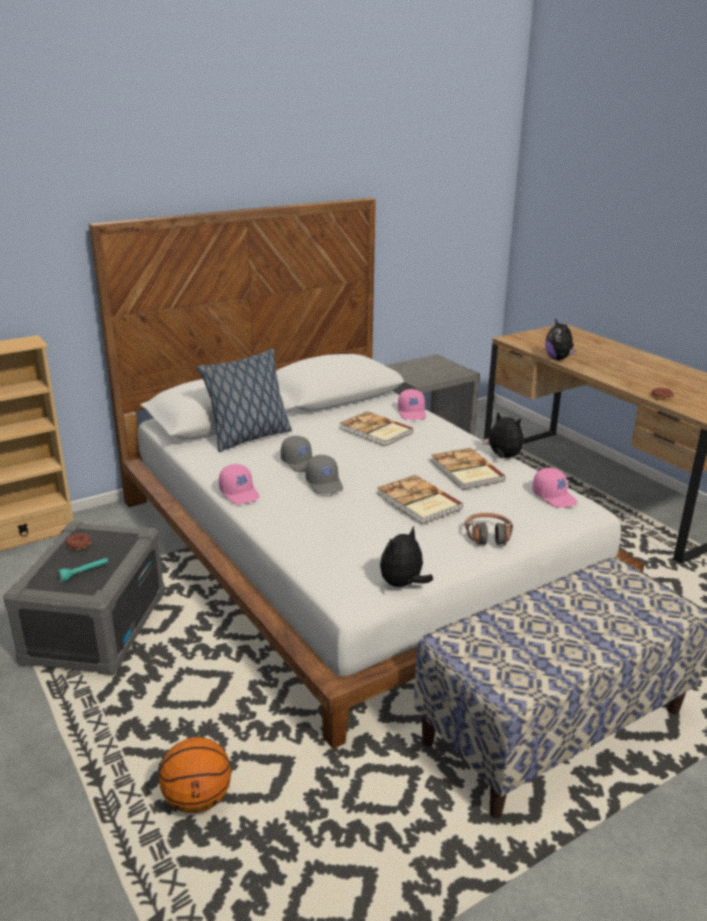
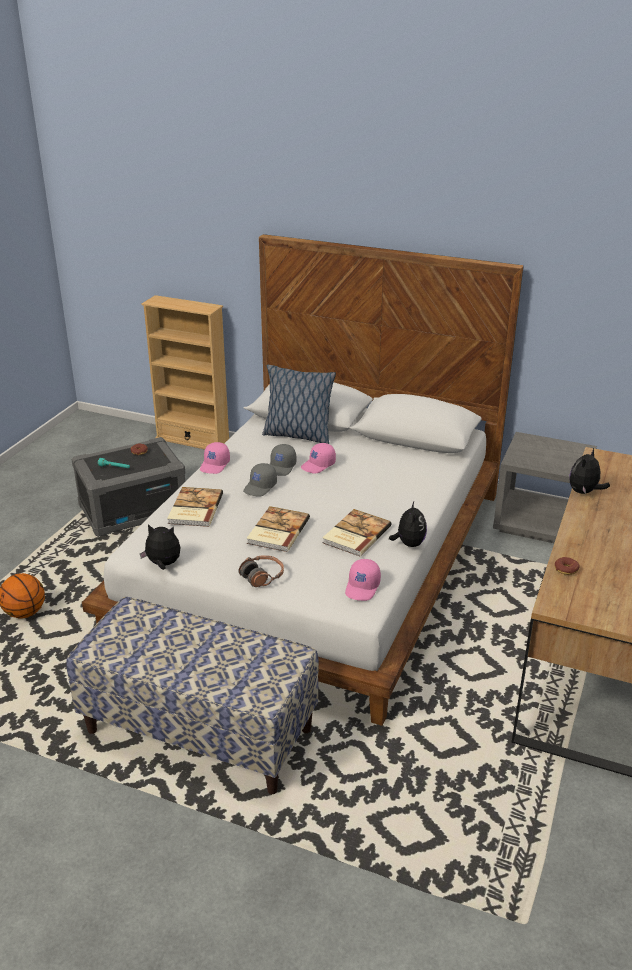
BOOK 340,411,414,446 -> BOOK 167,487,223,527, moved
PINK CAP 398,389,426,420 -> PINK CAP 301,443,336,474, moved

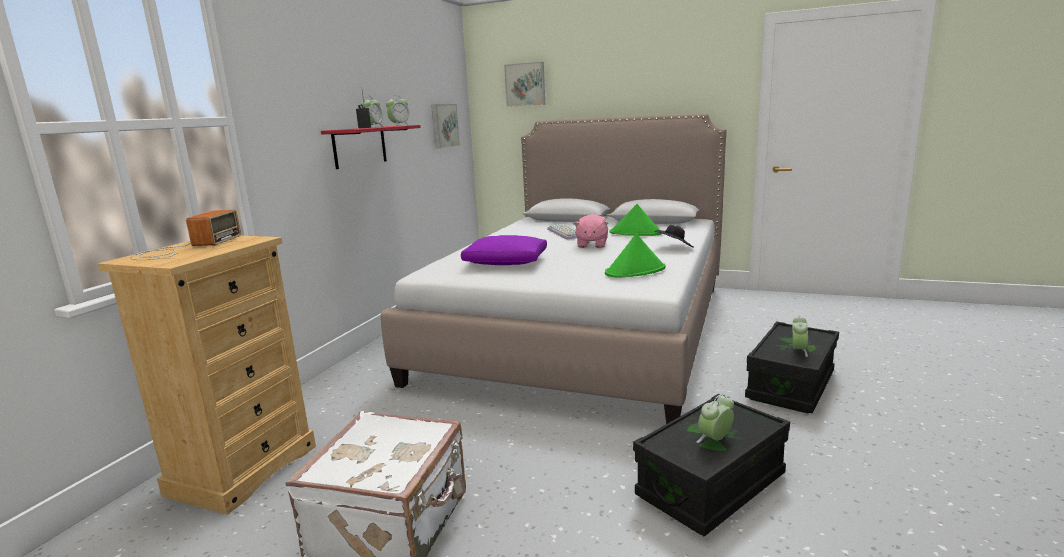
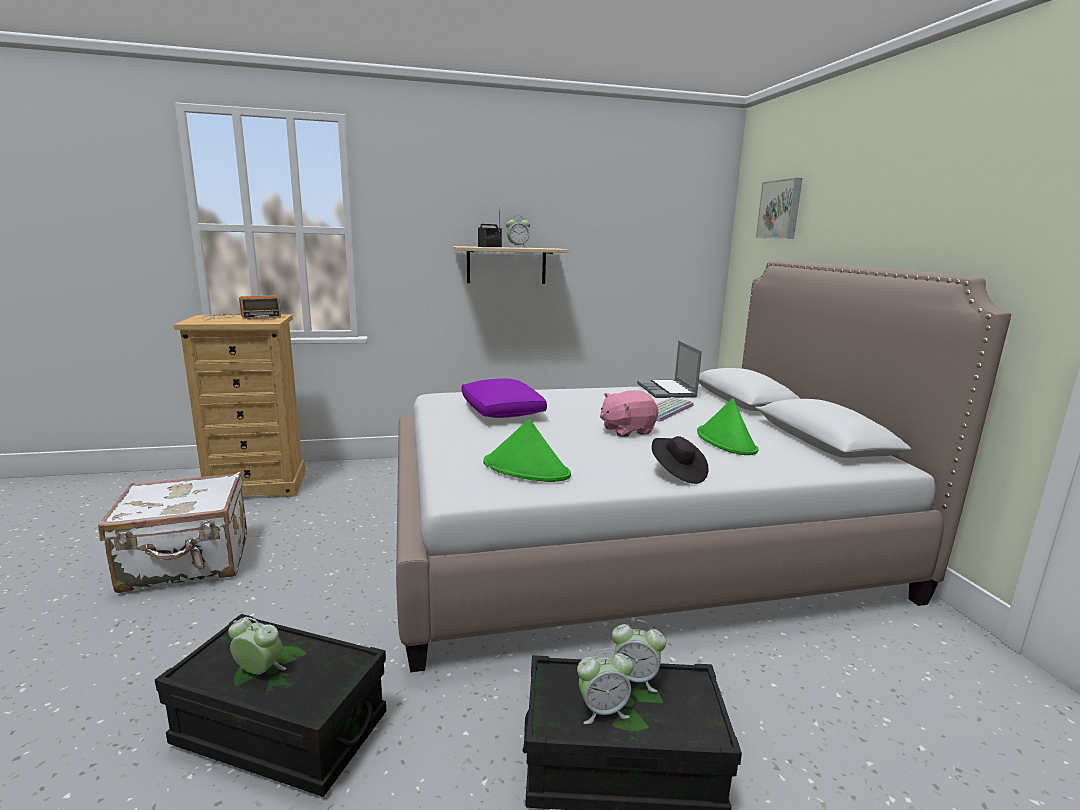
RED SHELF 321,125,421,169 -> BEIGE SHELF 453,246,569,284
ALARM CLOCK 386,95,409,126 -> ALARM CLOCK 612,620,666,692, moved
PICTURE 431,104,460,149 -> none
none -> LAPTOP 637,341,702,398

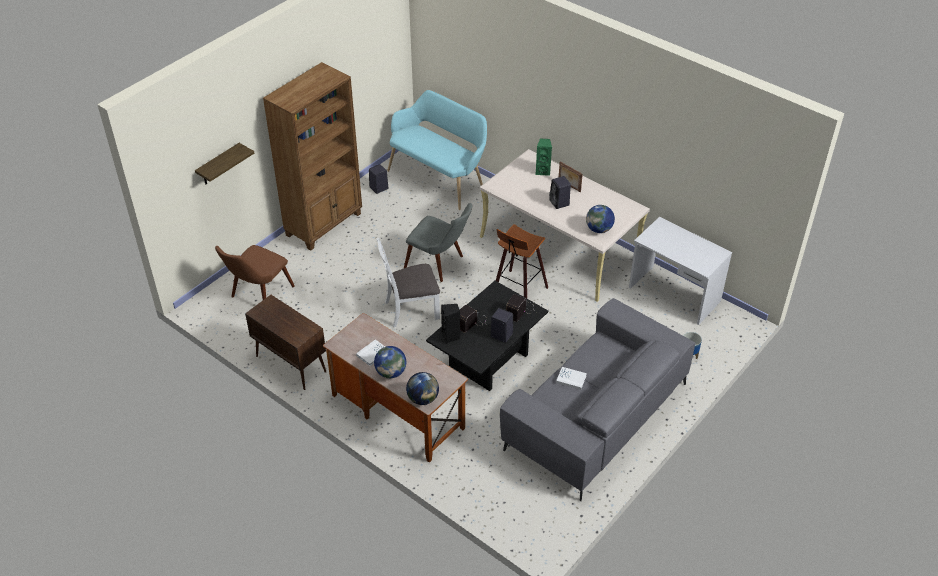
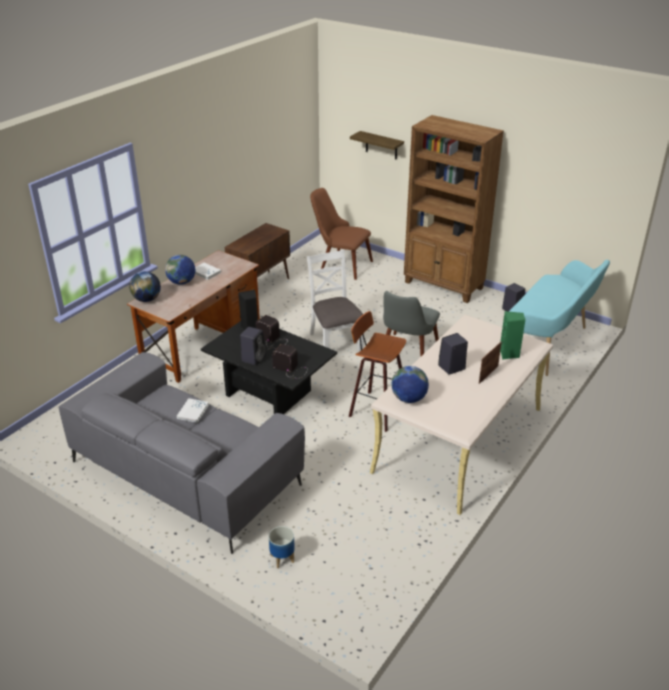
WHITE DESK 629,217,732,325 -> none

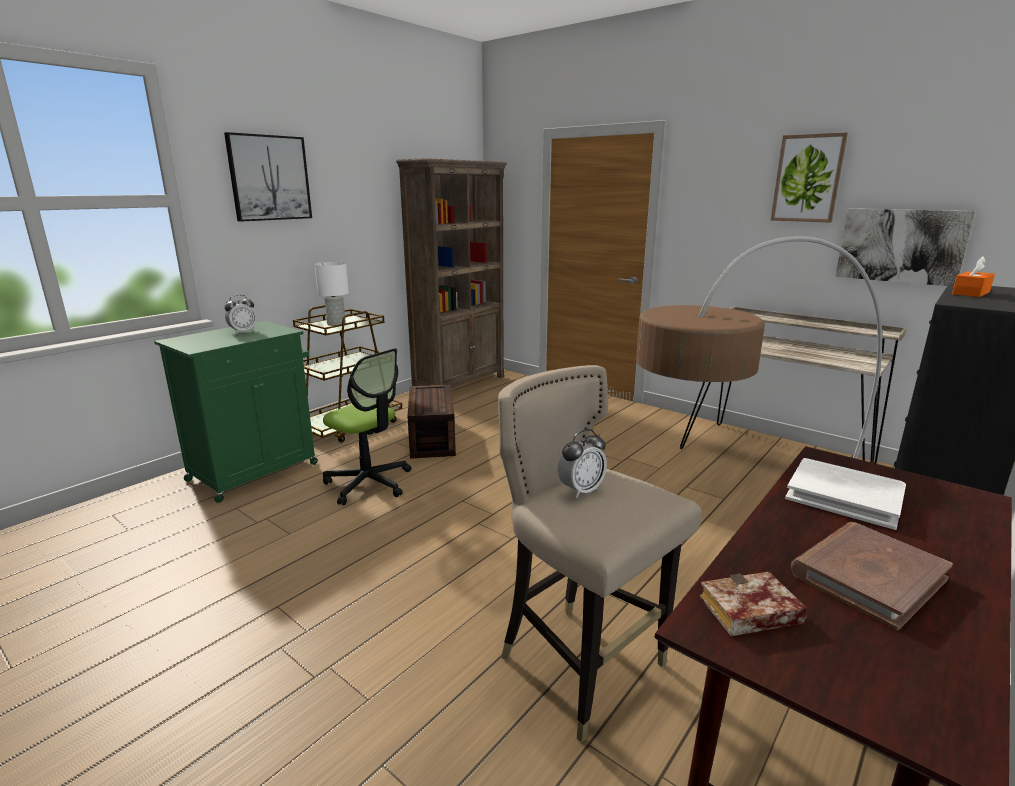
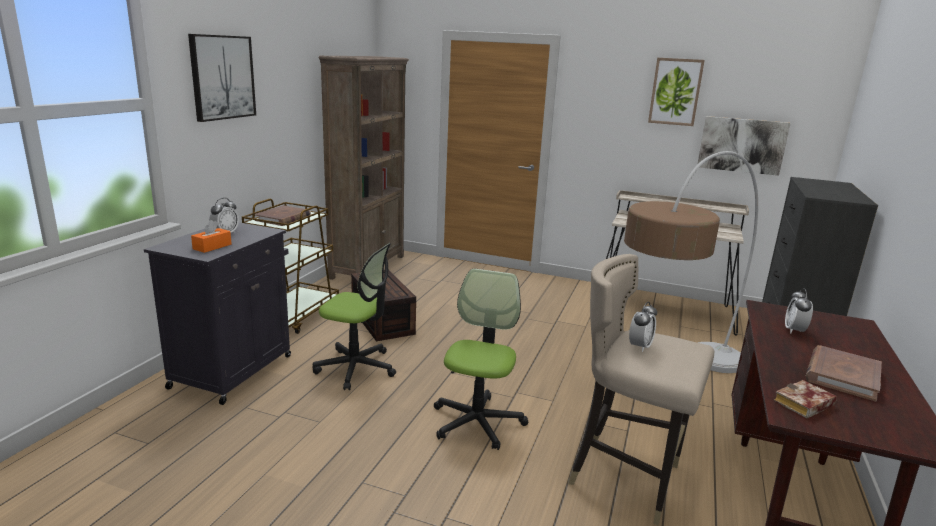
GREEN CABINET 154,321,318,503 -> BLACK CABINET 144,222,291,405
WHITE TABLE LAMP 314,262,349,326 -> BROWN BOOK 255,205,311,226
WHITE BOOK 785,458,906,530 -> ALARM CLOCK 785,288,813,334
ORANGE TISSUE BOX 952,256,995,297 -> ORANGE TISSUE BOX 191,220,232,253, moved
none -> OFFICE CHAIR 434,269,528,450

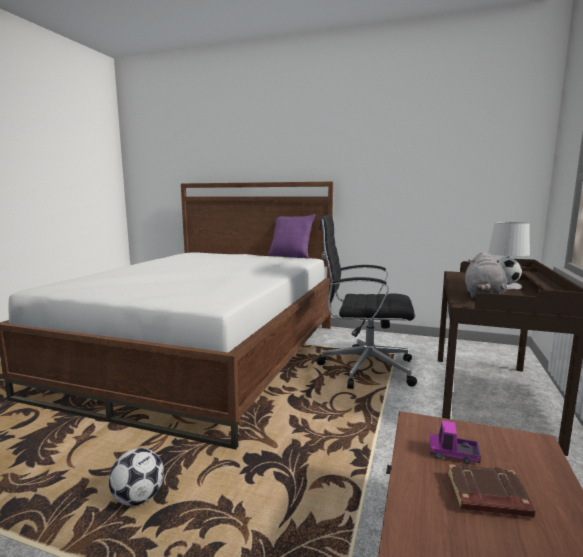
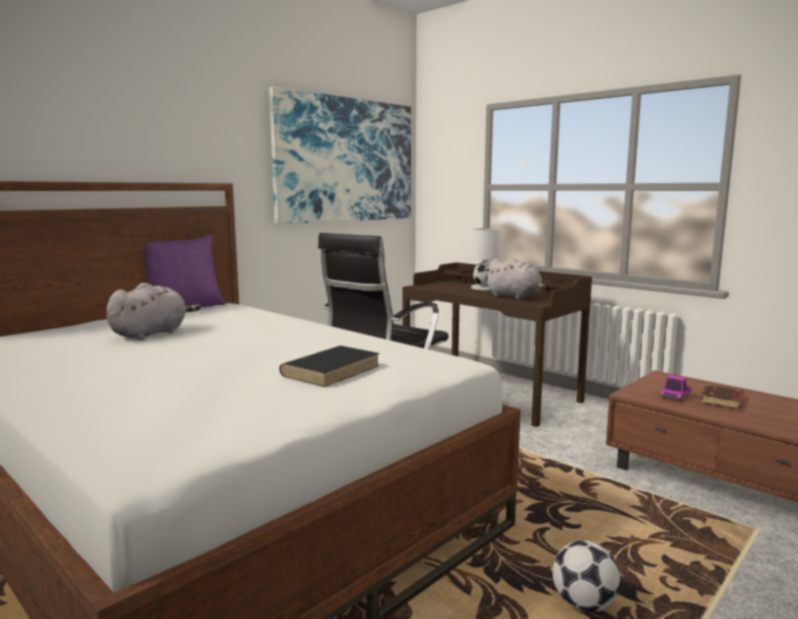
none -> GREY PLUSH TOY 107,283,201,340
none -> PICTURE 269,87,411,224
none -> BLACK BOOK 279,346,380,387

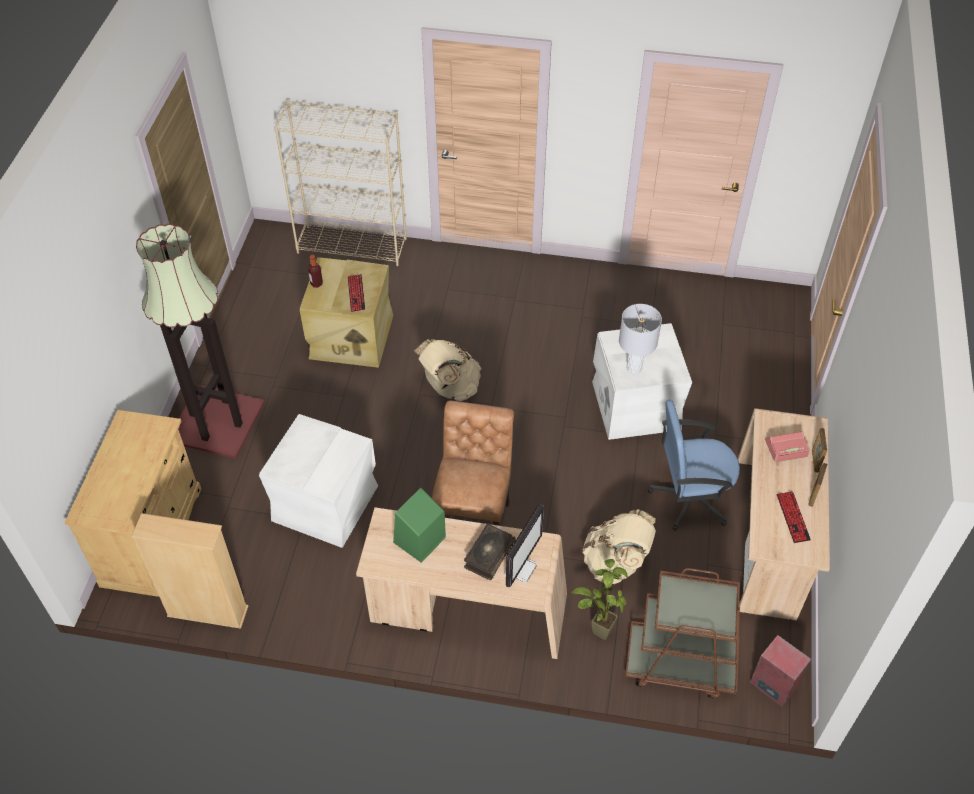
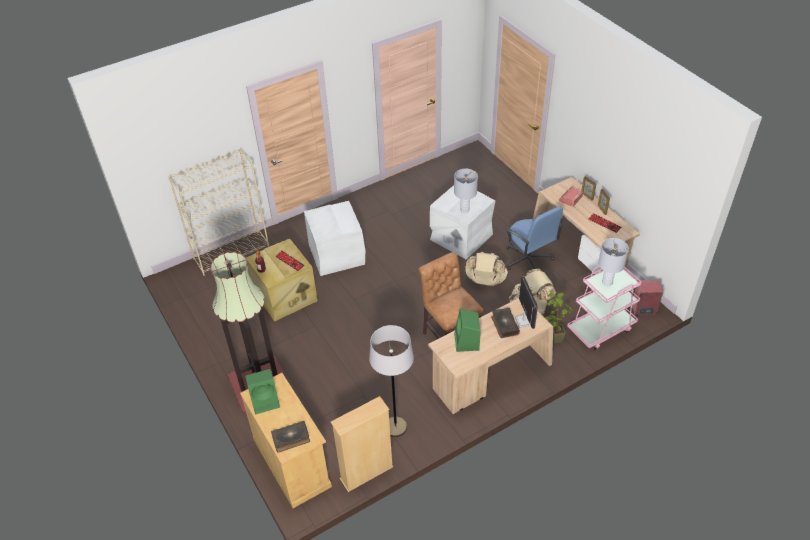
WHITE STORAGE BOX 259,414,378,548 -> WHITE STORAGE BOX 304,201,365,276, moved
BEIGE BACKPACK 414,339,482,401 -> BEIGE BACKPACK 465,252,508,286, moved
BROWN CART 625,568,740,698 -> PINK CART 567,266,642,350
BLUE OFFICE CHAIR 648,400,740,531 -> BLUE OFFICE CHAIR 506,206,563,270, 75 degrees counterclockwise
none -> GREEN SPEAKER 245,369,280,415
none -> BOOK 271,421,310,453
none -> GREY FLOOR LAMP 369,325,414,437
none -> GREY TABLE LAMP 598,238,629,286

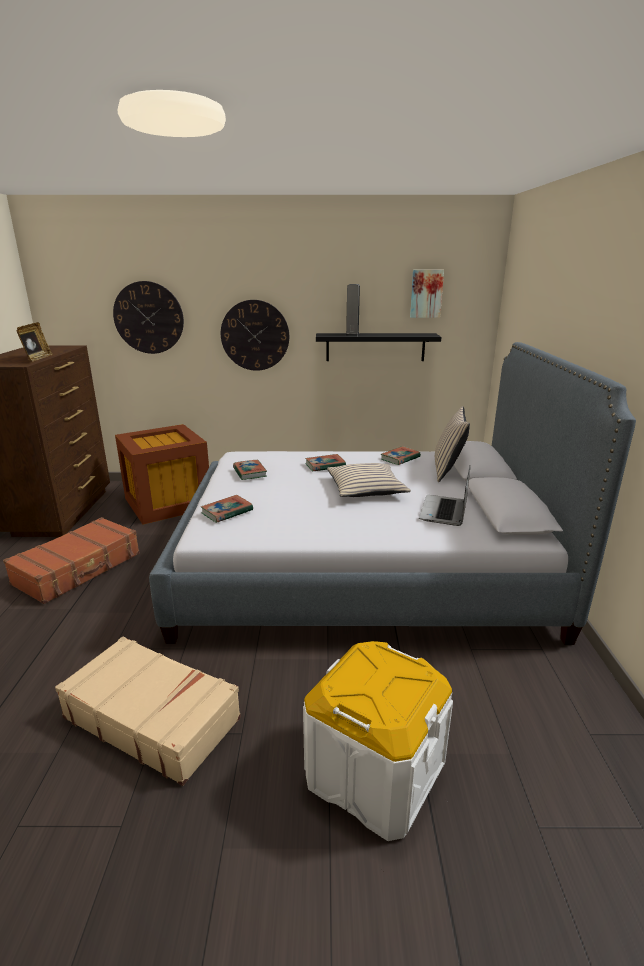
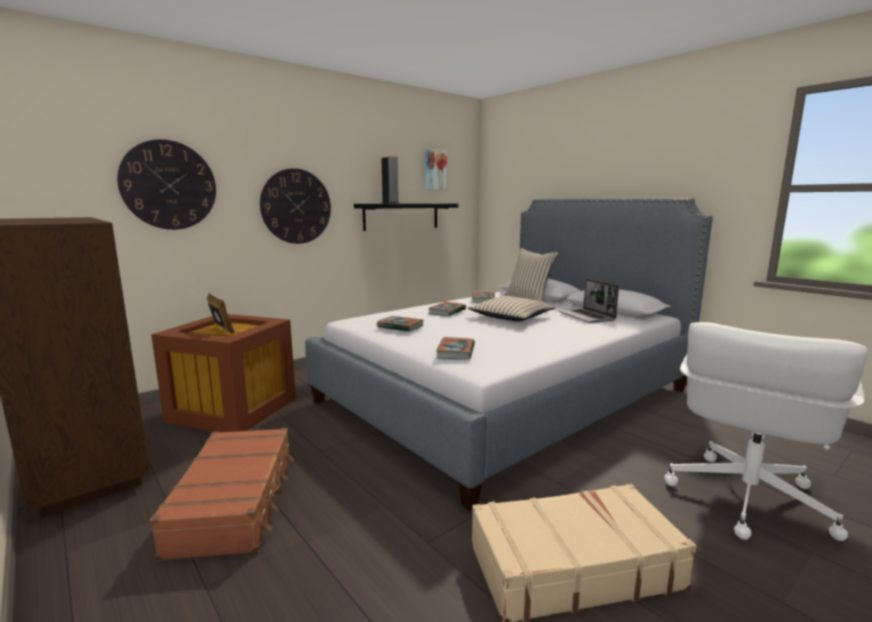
PICTURE FRAME 16,322,53,362 -> PICTURE FRAME 207,294,235,334, moved
WHITE STORAGE BOX 303,641,453,841 -> WHITE OFFICE CHAIR 664,322,868,541

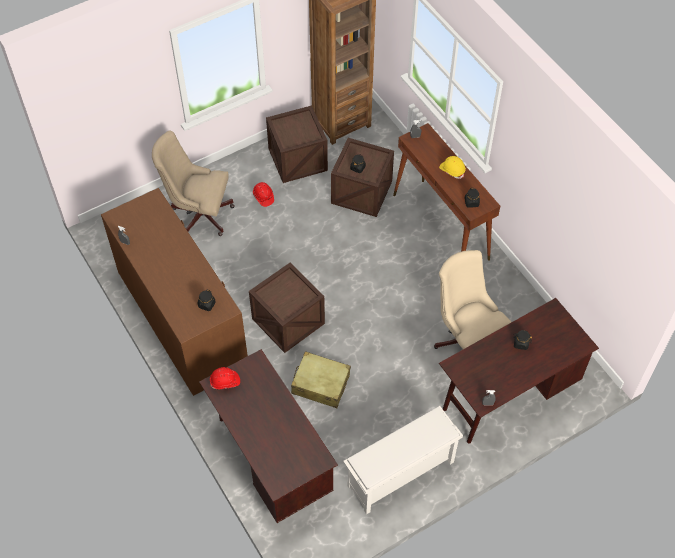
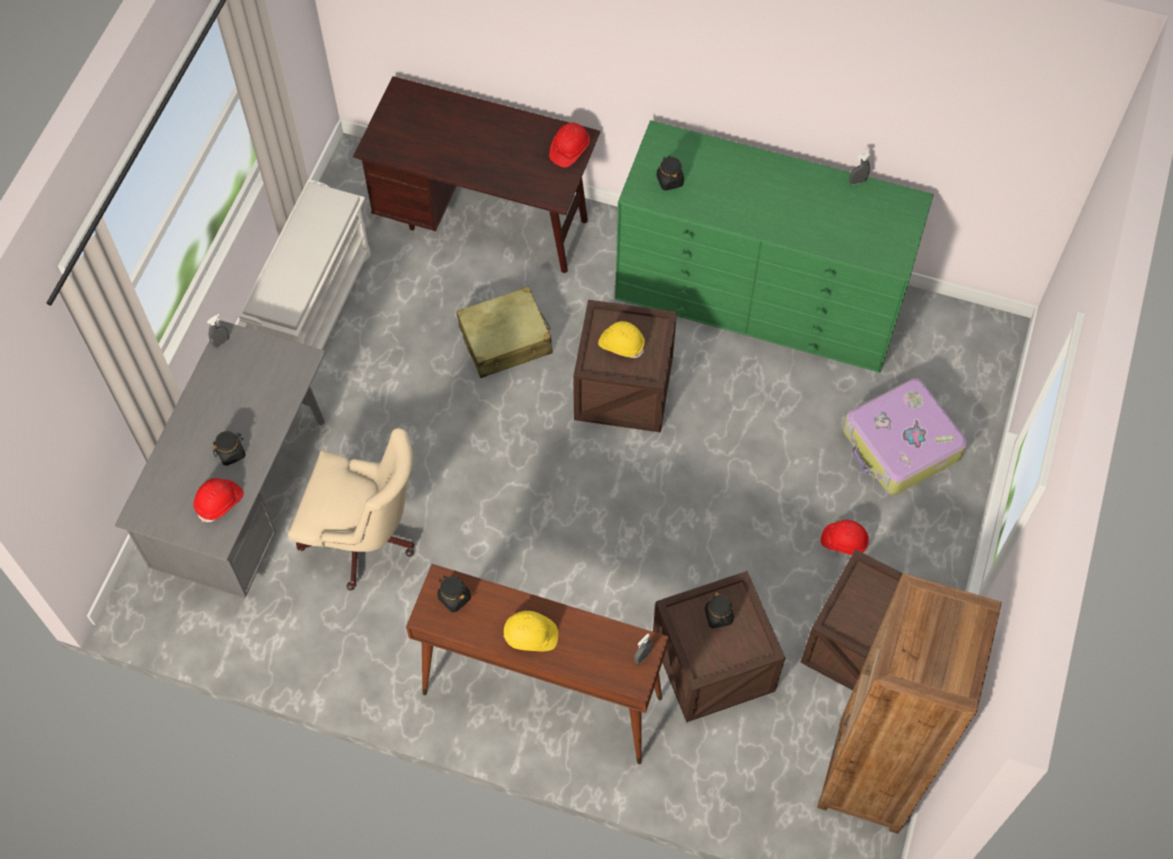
BROWN DRESSER 101,188,248,396 -> GREEN DRESSER 615,120,934,373
BEIGE OFFICE CHAIR 152,131,235,236 -> SUITCASE 843,378,967,495
BROWN DESK 439,298,599,443 -> GREY DESK 115,320,326,598
none -> RED HARD HAT 194,478,244,522
none -> YELLOW HARD HAT 598,321,645,358

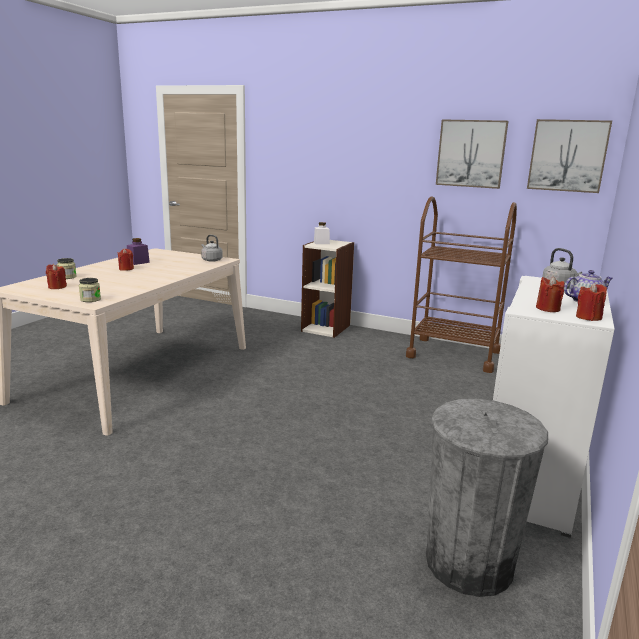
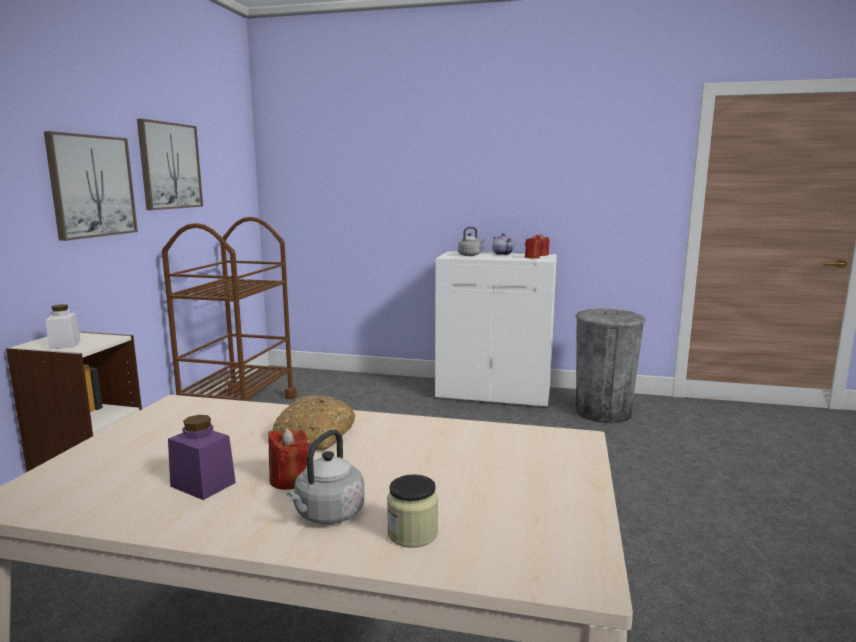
RED CANDLE 46,264,67,289 -> none
JAR 79,278,101,302 -> none
GREY KETTLE 201,235,223,262 -> GREY KETTLE 286,430,365,524, moved
PICTURE 527,119,612,193 -> PICTURE 44,131,138,241, moved
none -> BREAD 272,395,355,450

